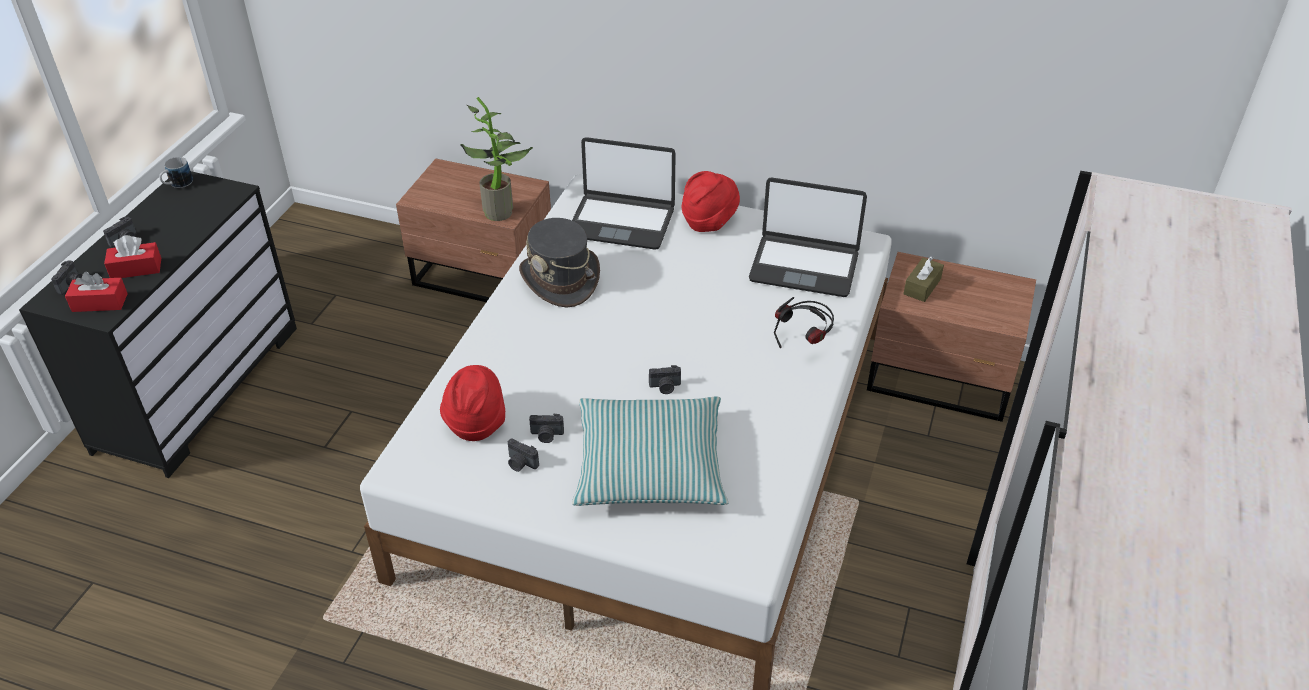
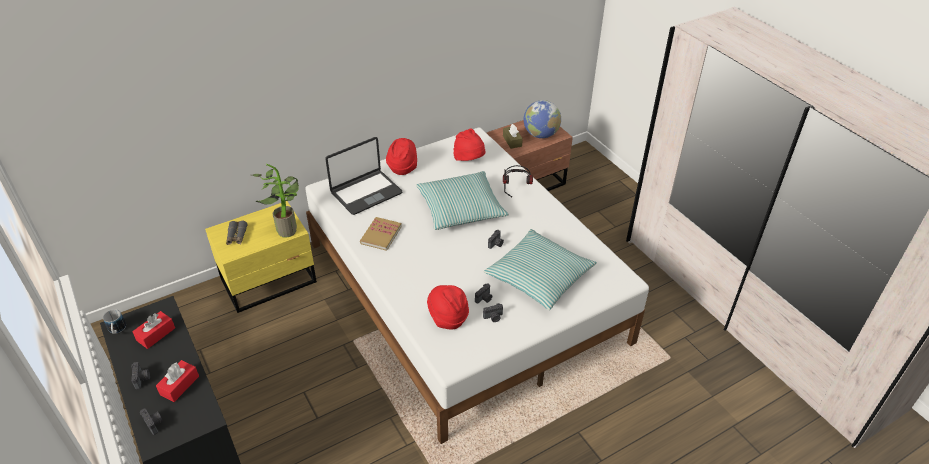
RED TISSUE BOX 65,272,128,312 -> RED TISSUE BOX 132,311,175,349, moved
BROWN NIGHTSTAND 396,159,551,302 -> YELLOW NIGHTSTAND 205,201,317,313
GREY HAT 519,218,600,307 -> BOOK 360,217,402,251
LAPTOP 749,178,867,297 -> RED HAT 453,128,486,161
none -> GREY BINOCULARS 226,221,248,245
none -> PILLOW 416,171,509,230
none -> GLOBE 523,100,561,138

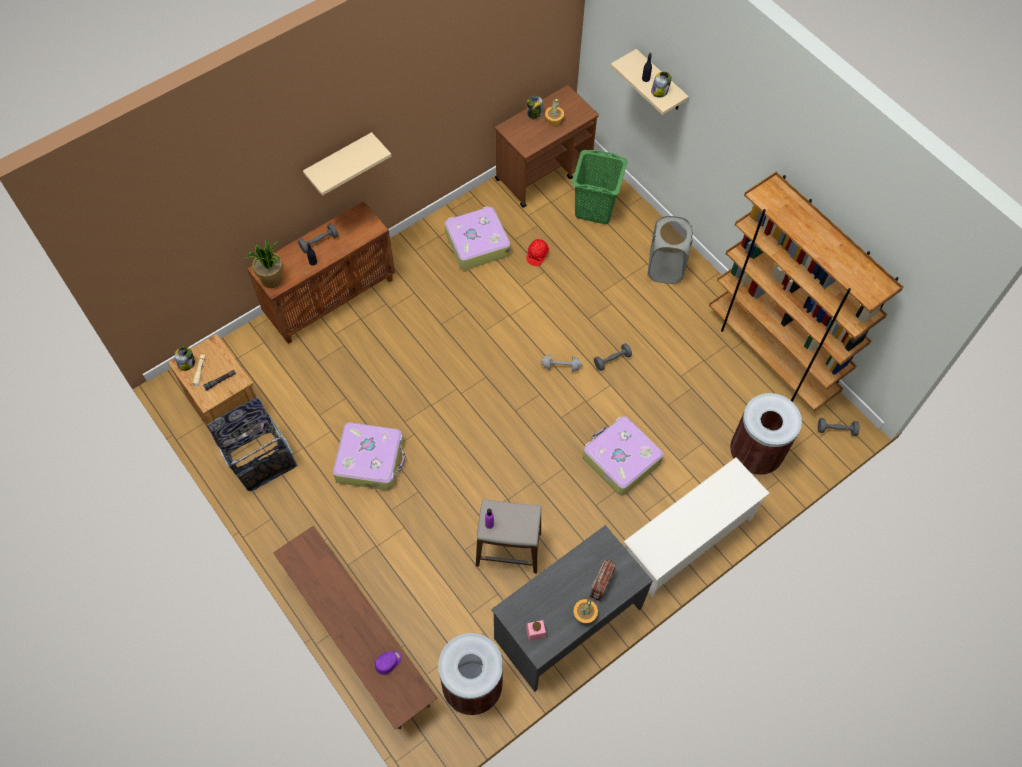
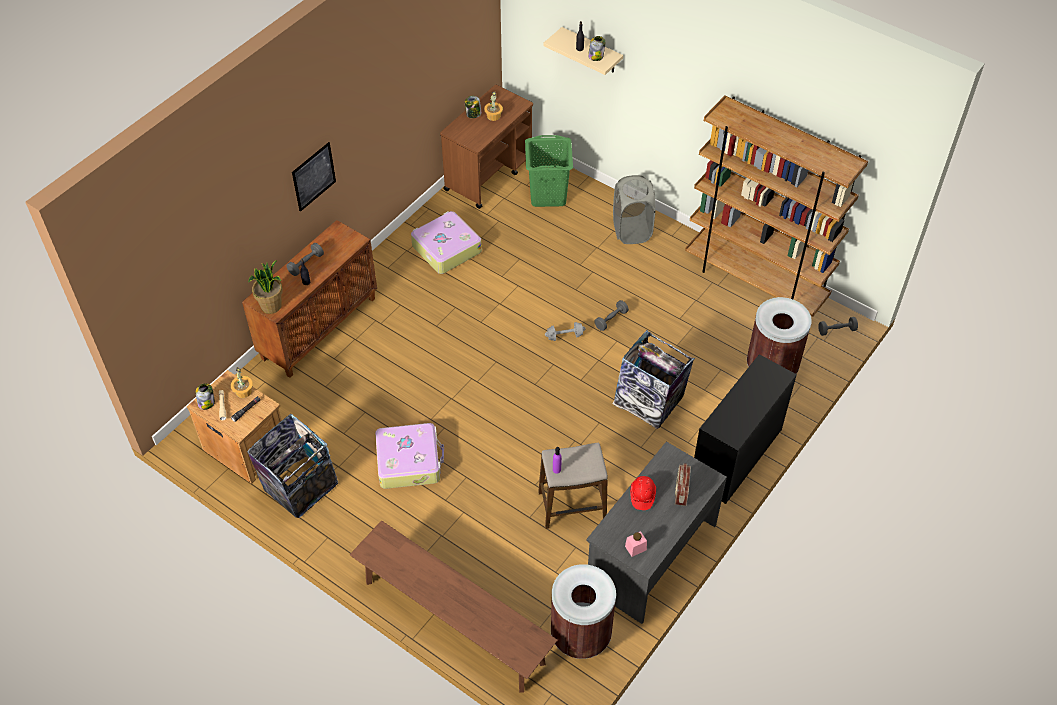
BEIGE SHELF 303,132,391,196 -> PICTURE 292,142,336,212
PURPLE CAP 375,651,402,675 -> none
RED HARD HAT 527,239,549,266 -> RED HARD HAT 630,476,656,510, moved
POTTED PLANT 573,599,598,624 -> POTTED PLANT 231,367,253,398, moved
SUITCASE 583,416,664,496 -> TRASH CAN 612,330,695,429
WHITE SHOE RACK 624,457,770,597 -> BLACK DESK 694,354,797,504

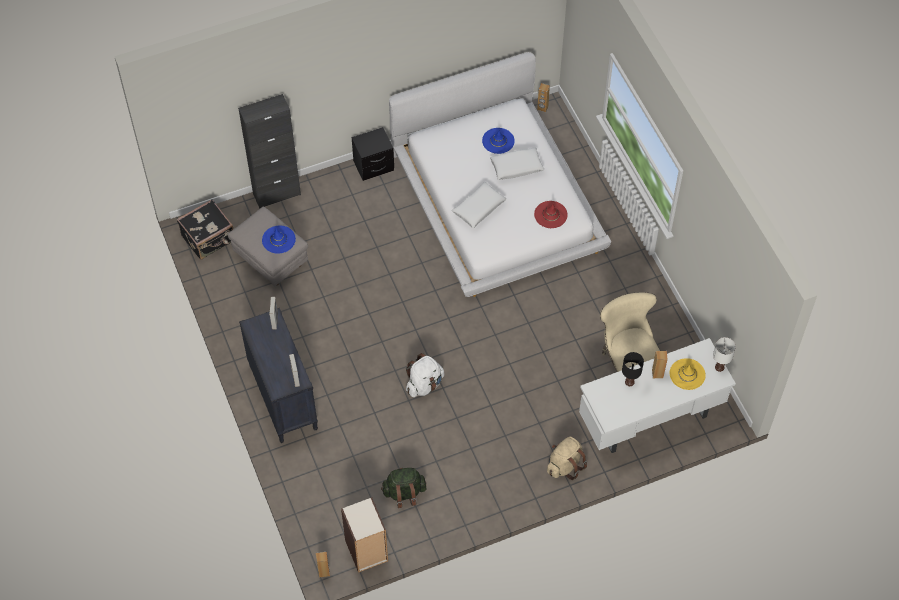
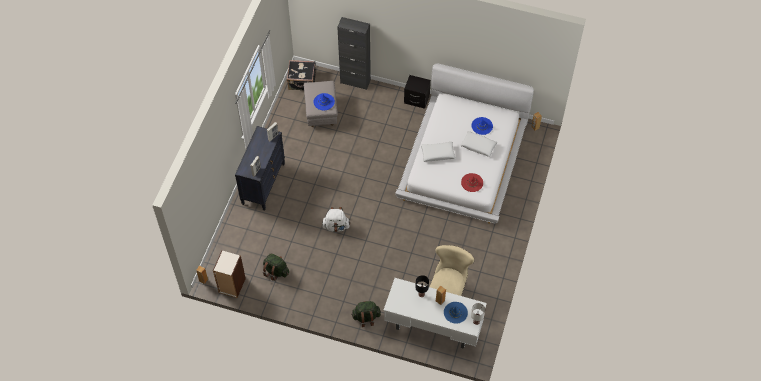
BEIGE BACKPACK 547,437,587,480 -> GREEN BACKPACK 351,301,381,327
YELLOW HAT 670,358,706,390 -> BLUE HAT 444,302,468,324

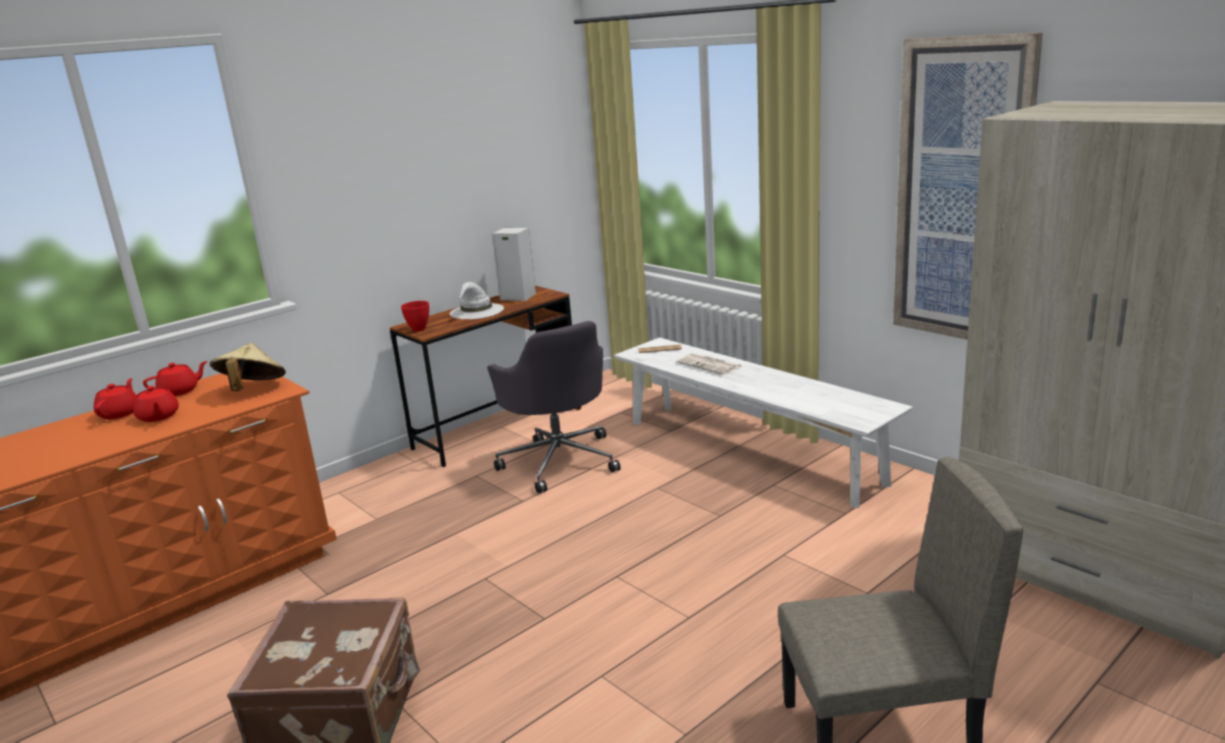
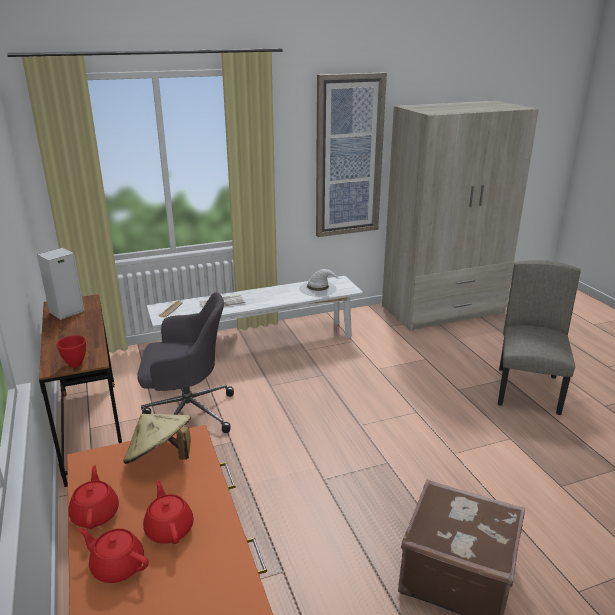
RED TEAPOT 133,386,179,422 -> RED TEAPOT 143,480,194,544, 105 degrees counterclockwise
WHITE HAT 450,282,504,319 -> WHITE HAT 299,269,342,296, moved

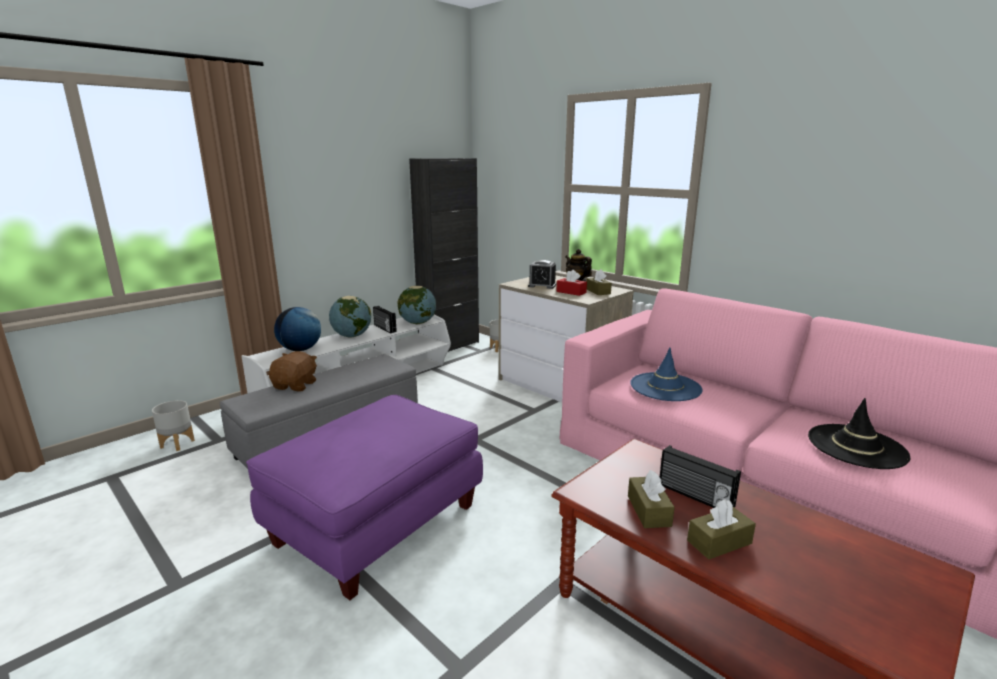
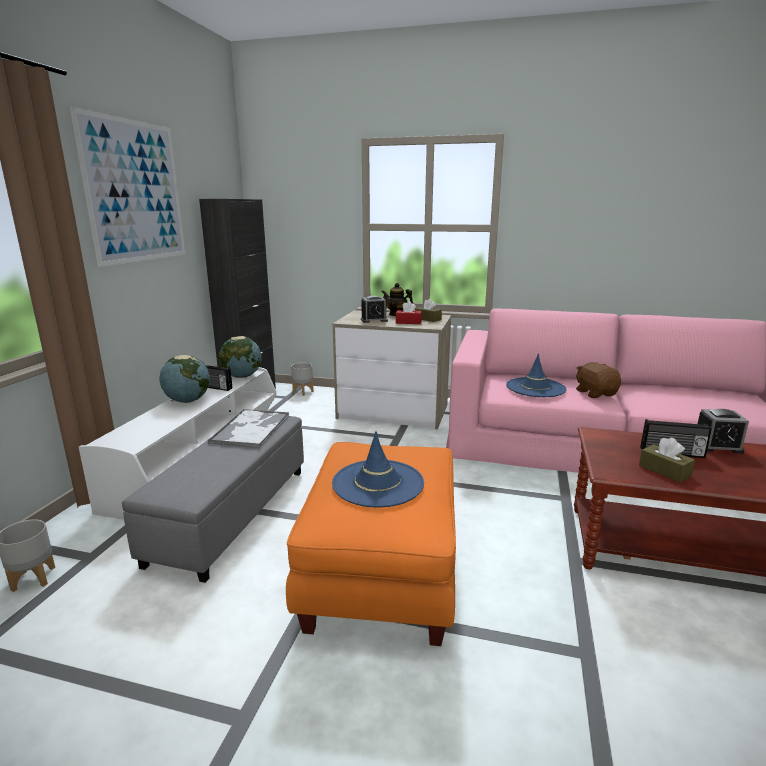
PURPLE OTTOMAN 246,395,483,600 -> ORANGE OTTOMAN 286,442,456,646
BROWN PLUSH TOY 269,351,317,392 -> BROWN PLUSH TOY 576,362,621,398, moved
GLOBE 274,307,321,351 -> none
BROWN TISSUE BOX 687,499,756,560 -> none
BLACK HAT 808,398,910,469 -> none
none -> PICTURE 70,107,185,267
none -> TRAY 208,409,290,448
none -> BLUE HAT 332,431,424,508
none -> ALARM CLOCK 698,409,749,454

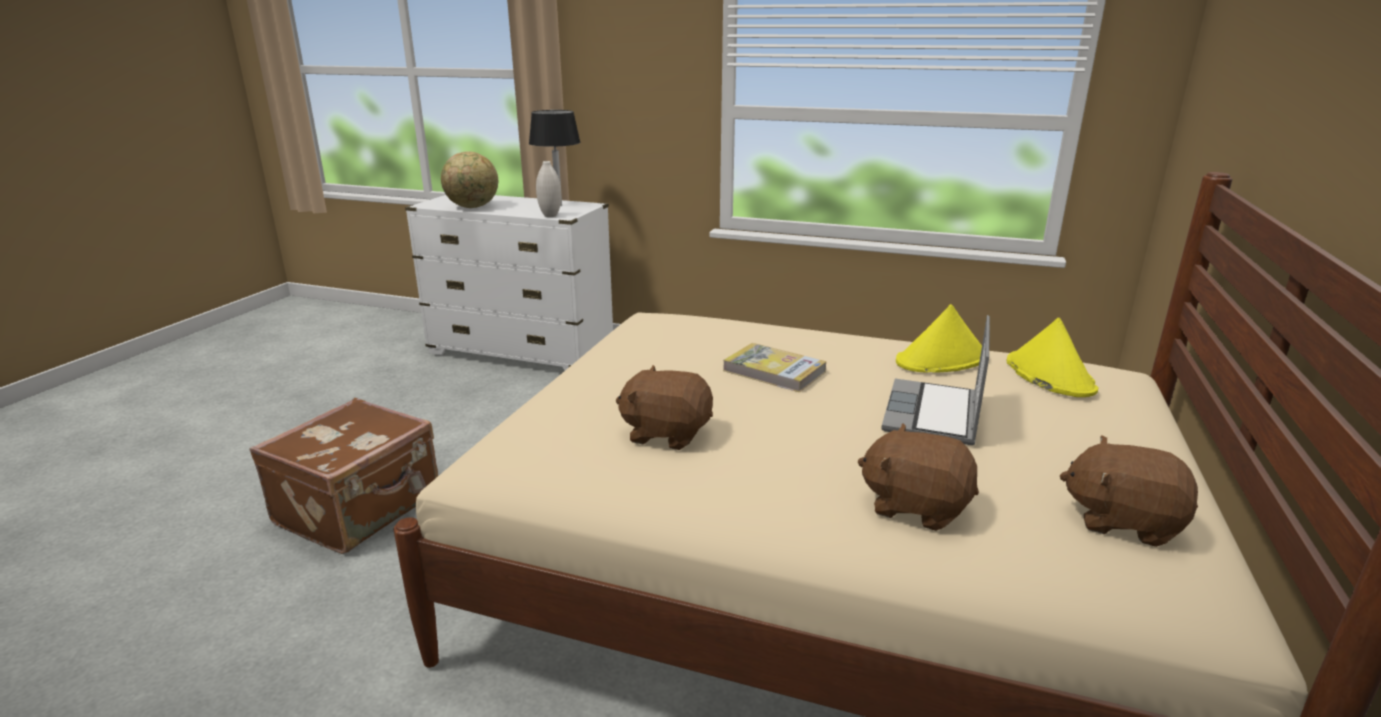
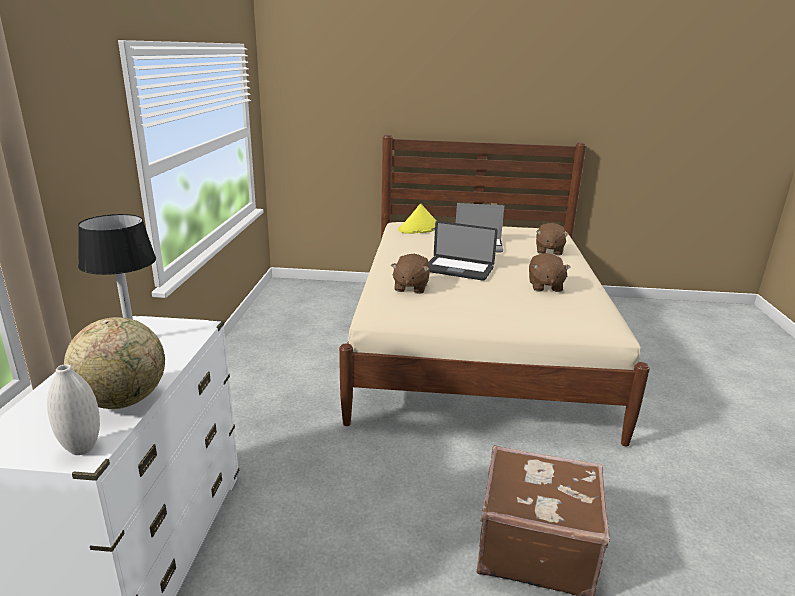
WHITE VASE 536,161,561,217 -> WHITE VASE 47,364,100,455, moved
BOOK 723,343,826,392 -> LAPTOP 429,221,498,281
YELLOW HAT 896,304,982,373 -> none
BROWN PLUSH TOY 1060,435,1198,547 -> BROWN PLUSH TOY 391,254,430,294, moved

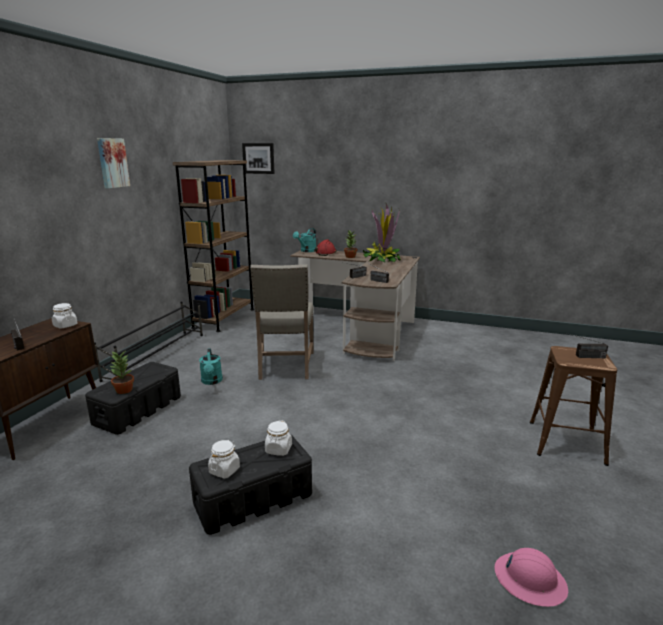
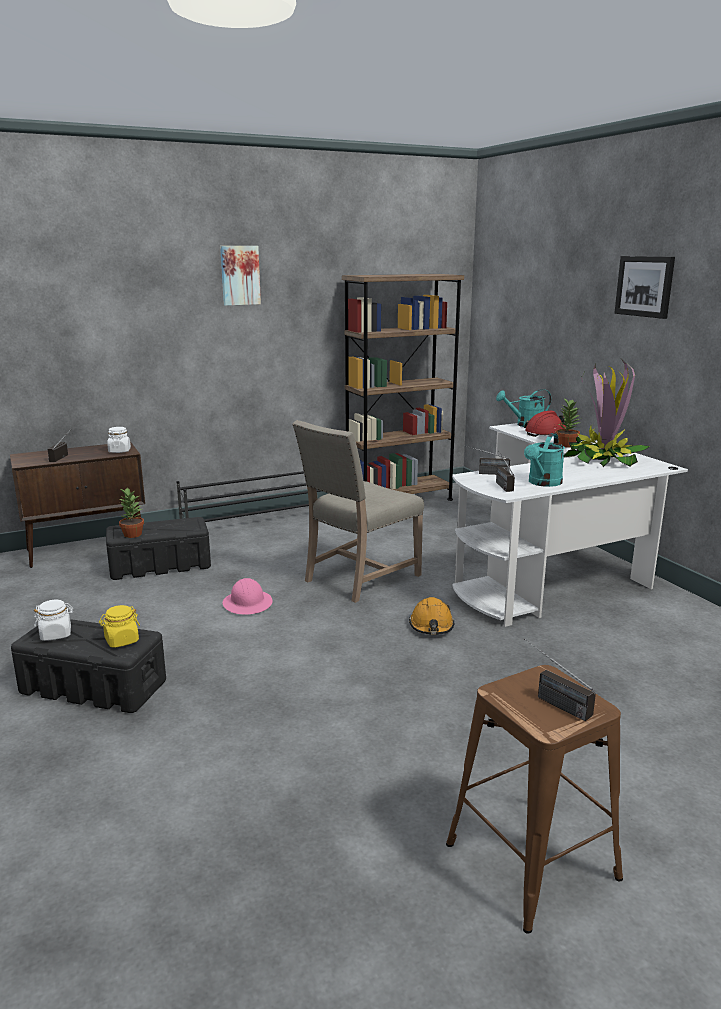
TURQUOISE WATERING CAN 199,348,223,385 -> TURQUOISE WATERING CAN 524,433,565,487, moved
PICTURE 242,143,275,174 -> PICTURE 614,256,675,319, moved
WHITE JAR 265,420,292,456 -> YELLOW JAR 99,605,140,648
BROWN DESK 290,250,420,361 -> WHITE DESK 452,423,688,627
PINK HARD HAT 494,548,568,607 -> PINK HARD HAT 223,578,272,615, moved
none -> ORANGE HARD HAT 409,597,454,635

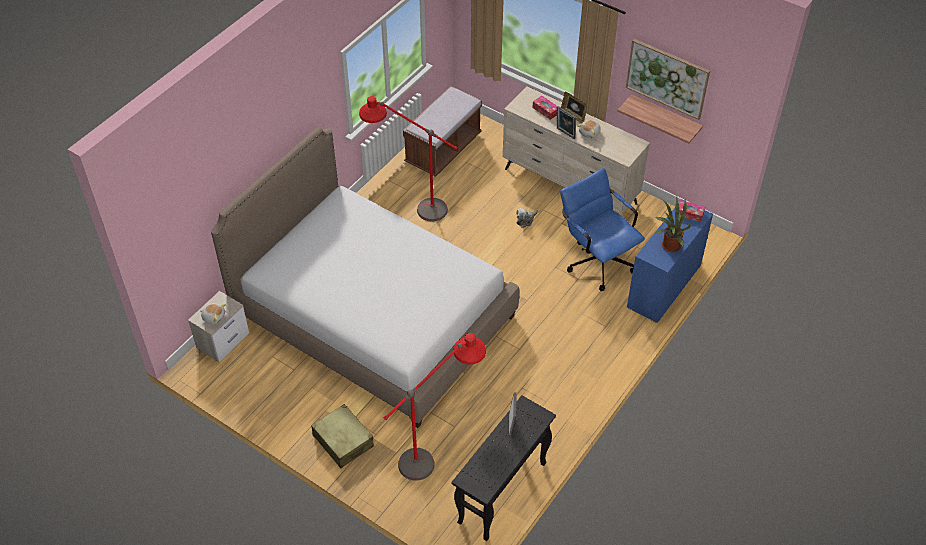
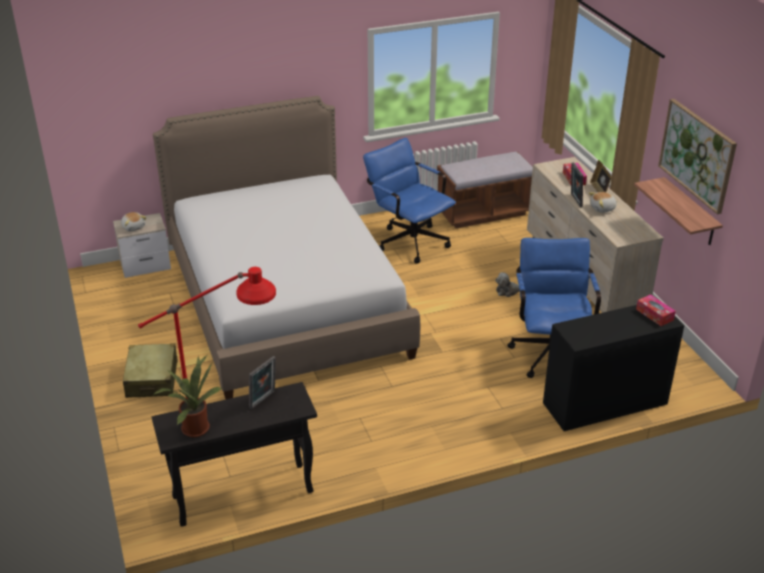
RED FLOOR LAMP 359,96,457,222 -> BLUE OFFICE CHAIR 363,138,456,264
BLUE DESK 627,199,713,323 -> BLACK DESK 543,305,684,431
POTTED PLANT 656,196,691,252 -> POTTED PLANT 153,355,222,437, moved

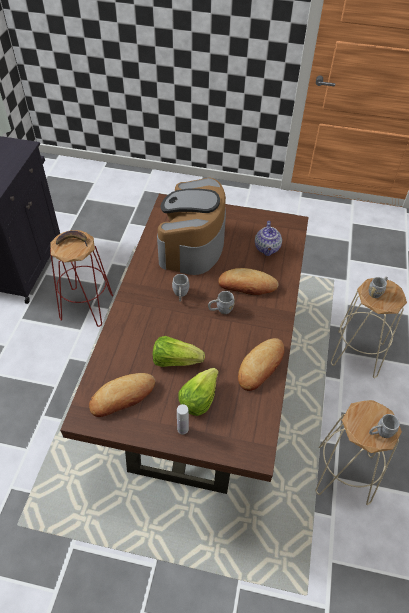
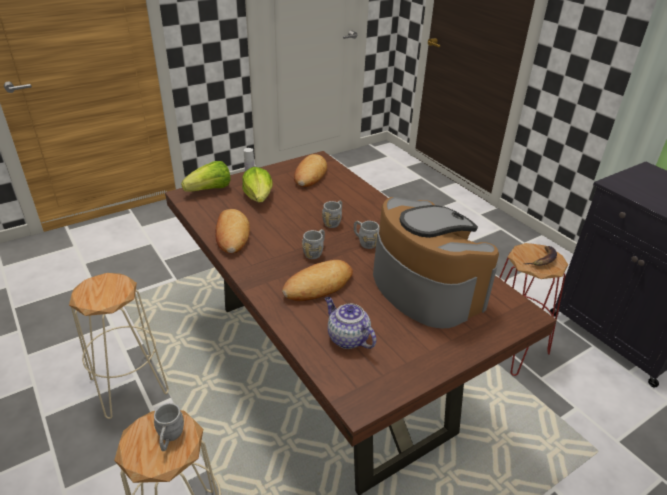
LETTUCE 153,336,205,367 -> LETTUCE 181,161,231,192, moved
GREY MUG 369,414,400,438 -> GREY MUG 322,200,342,228, moved

